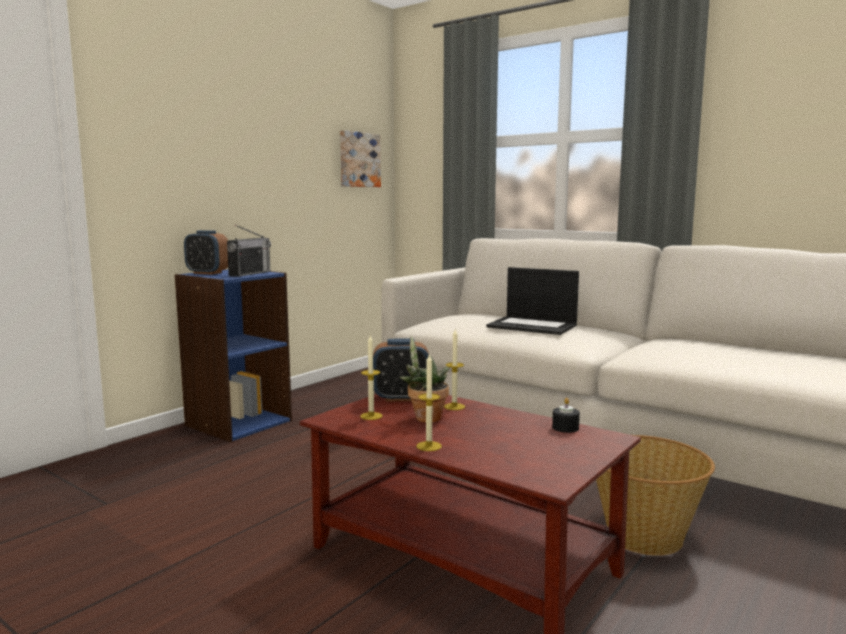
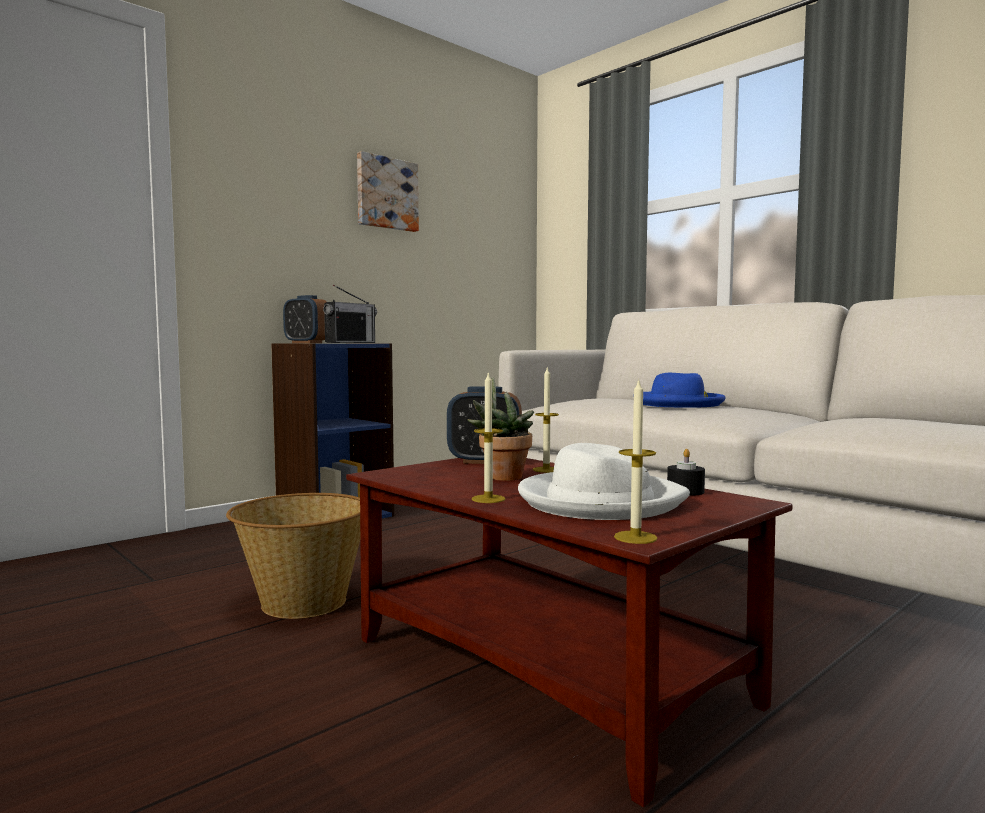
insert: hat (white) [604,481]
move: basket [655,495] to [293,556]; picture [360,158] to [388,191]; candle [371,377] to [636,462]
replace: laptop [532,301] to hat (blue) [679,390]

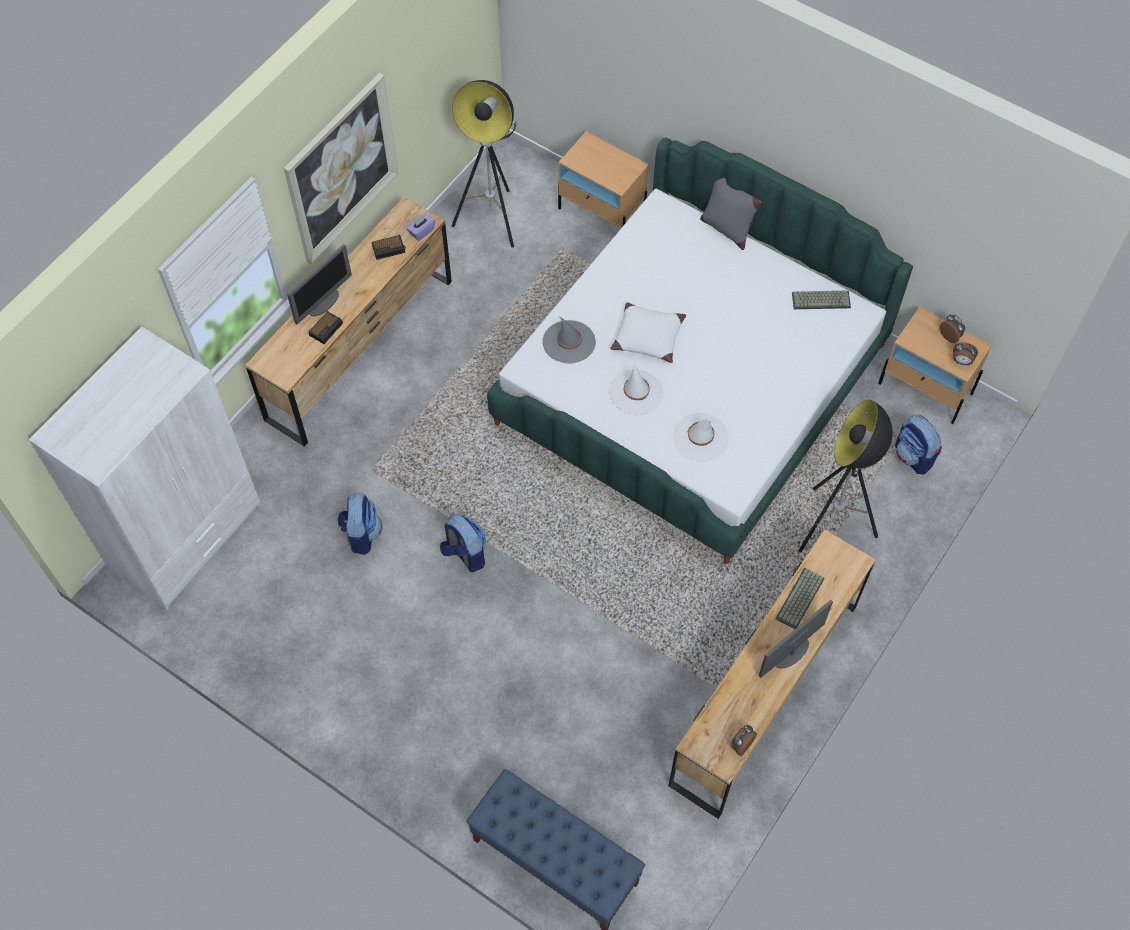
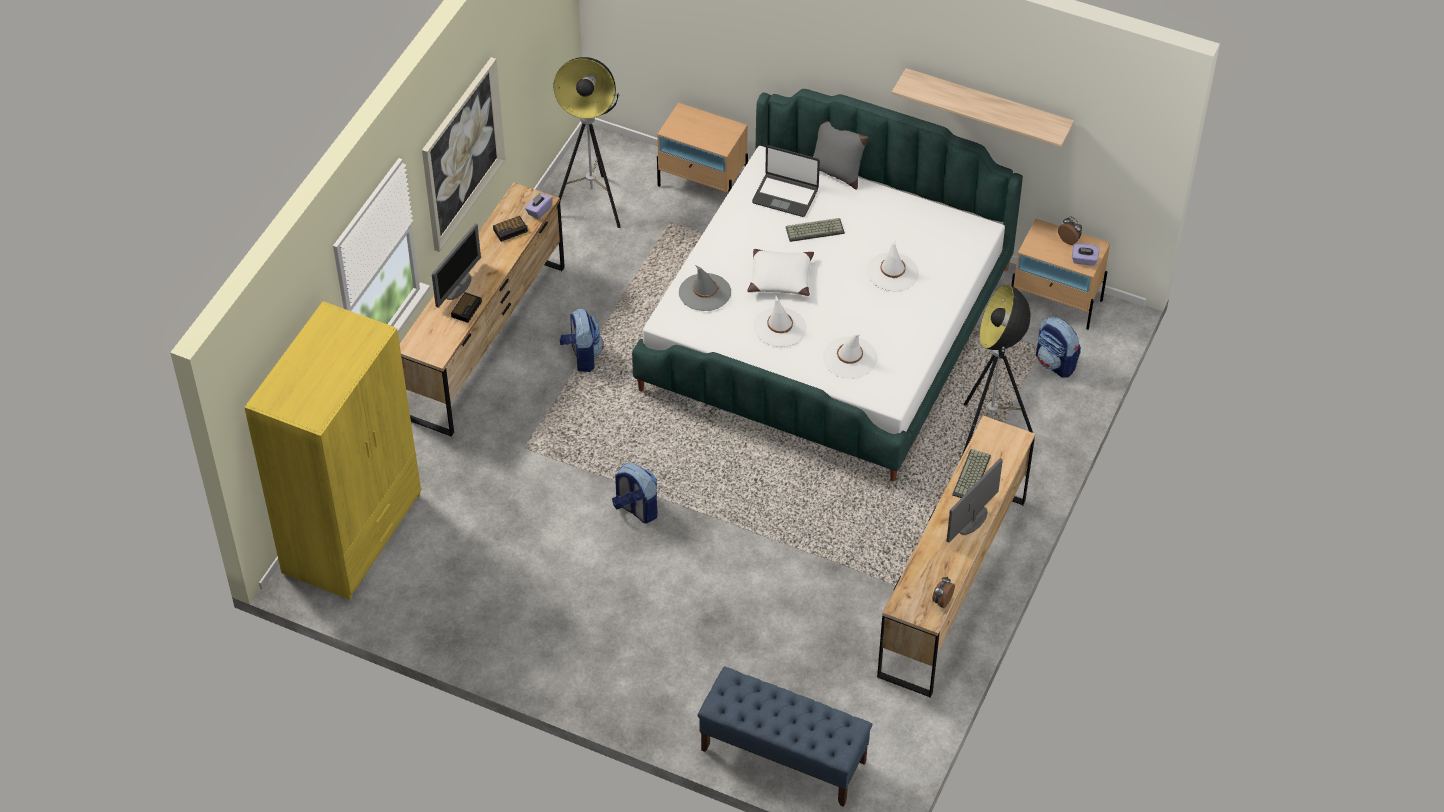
insert: laptop [786,181]; hat (white) [893,265]; shelf [983,107]
move: backpack [360,524] to [582,340]; keyboard [821,299] to [815,230]
replace: alarm clock [965,353] to tissue box (purple) [1086,254]
recolor: wardrobe (white) [144,468] to wardrobe (yellow) [332,450]

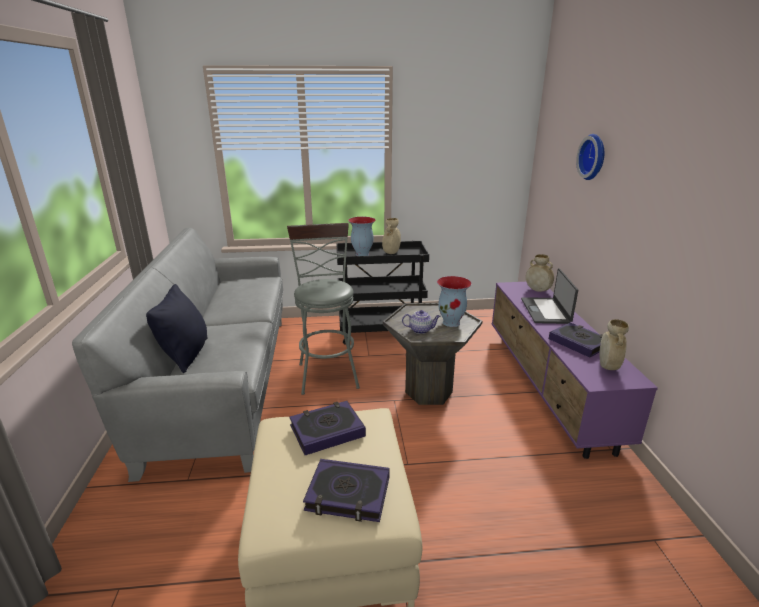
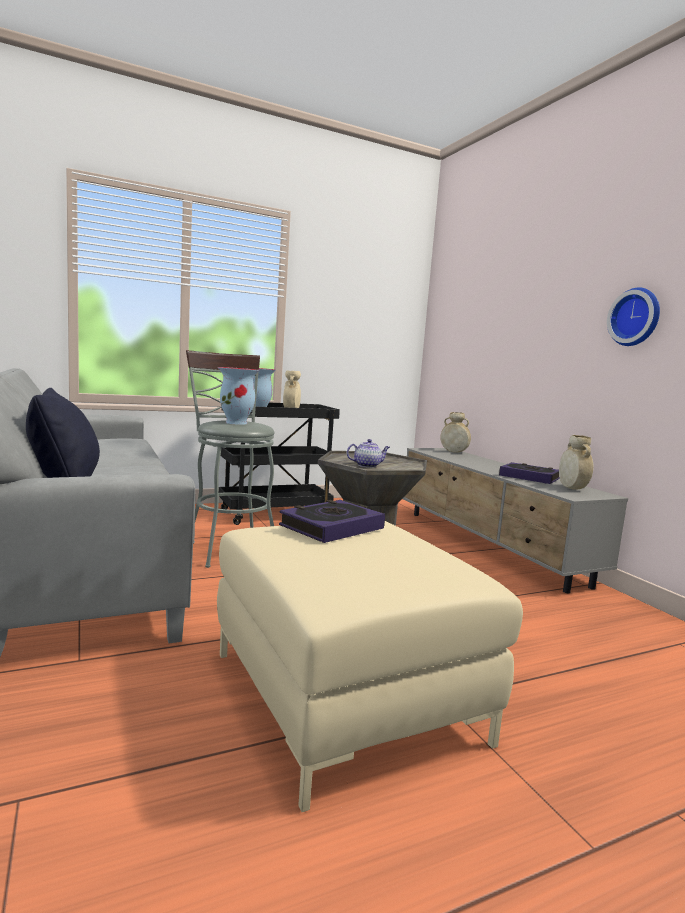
delete: book [346,490]; laptop [549,296]
move: vase [454,301] to [239,396]; wall clock [590,157] to [633,316]
recolor: tv stand (purple) [575,370] to tv stand (grey) [515,521]

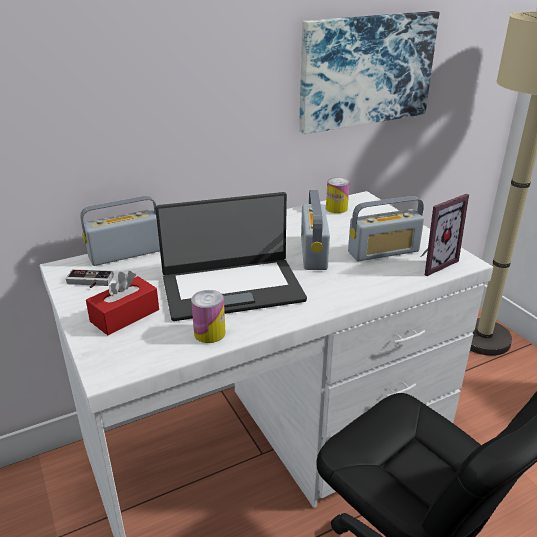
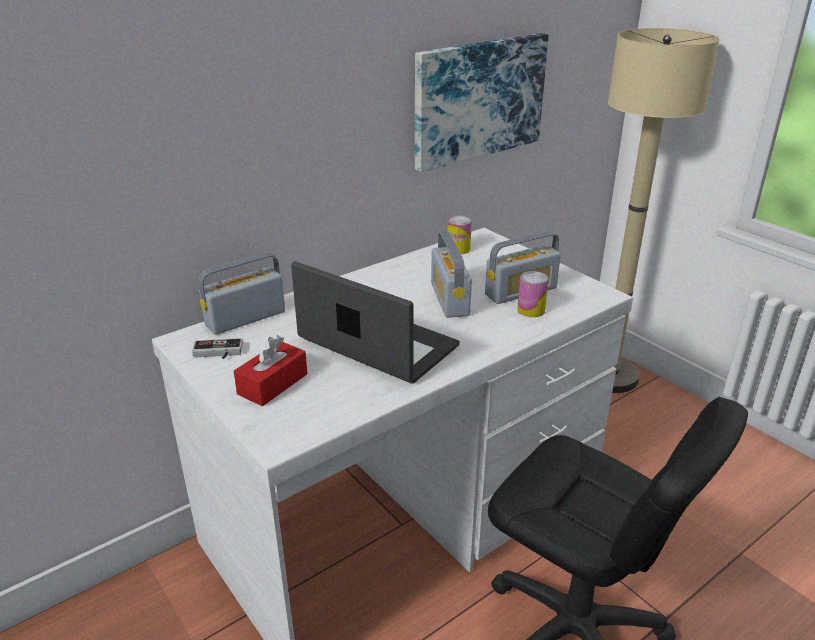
delete: picture frame [444,235]
move: can [208,316] to [533,294]
rotate: laptop [231,256] = [375,322] 120 degrees counterclockwise

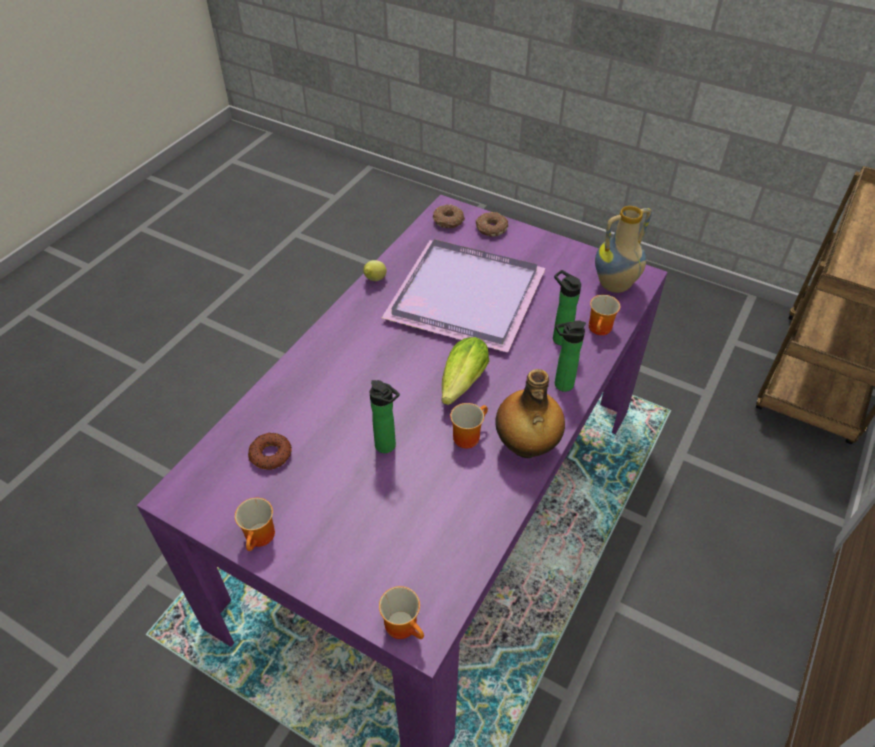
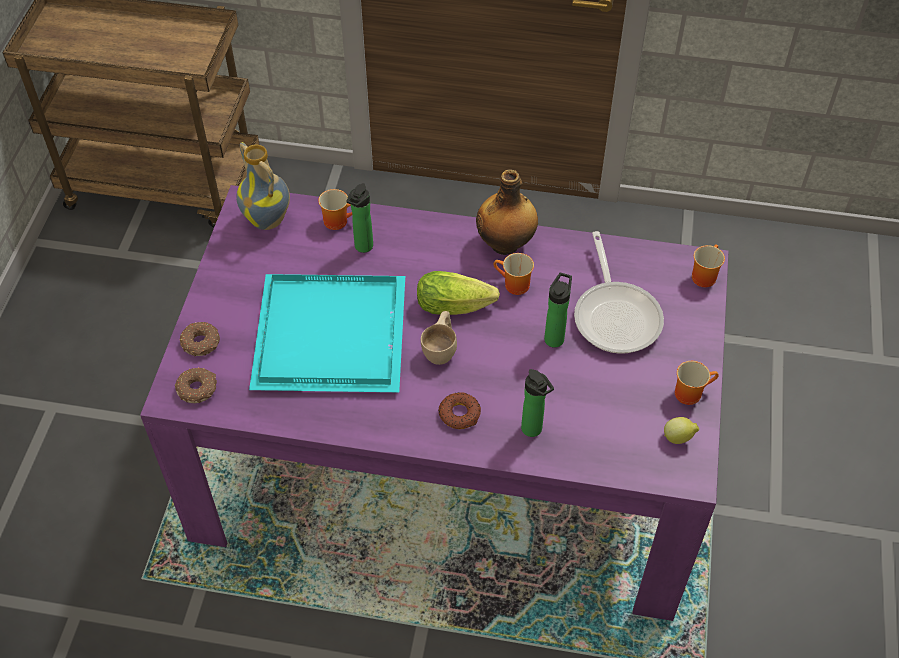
insert: cup (beige) [439,338]; frying pan [619,292]
move: donut [270,451] to [459,410]; bottle [570,356] to [537,403]; lemon [375,270] to [681,430]
recolor: tray (purple) [464,296] to tray (turquoise) [327,333]

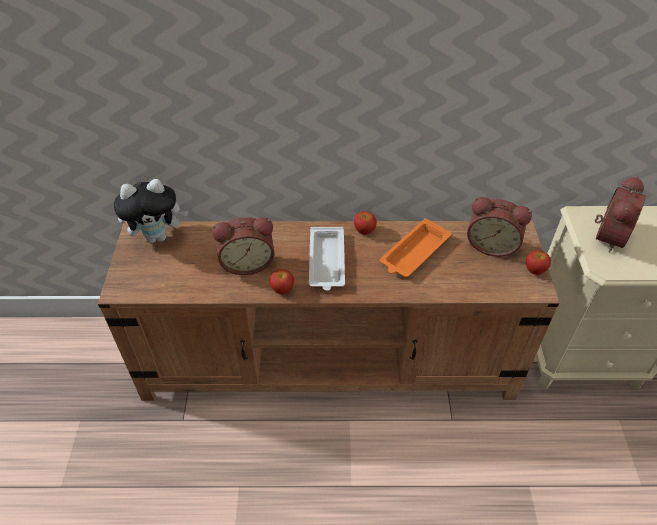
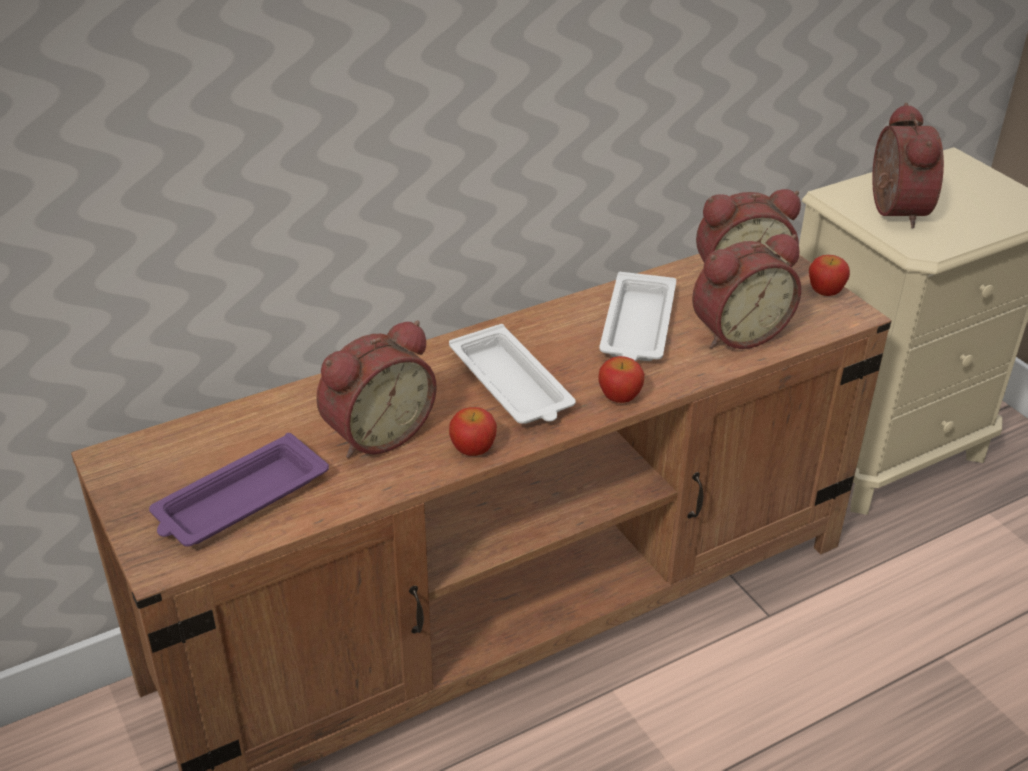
delete: plush toy [151,211]
insert: tray (purple) [239,490]; alarm clock [746,291]
move: apple [365,223] to [621,379]
recolor: tray (orange) [415,247] to tray (white) [637,316]

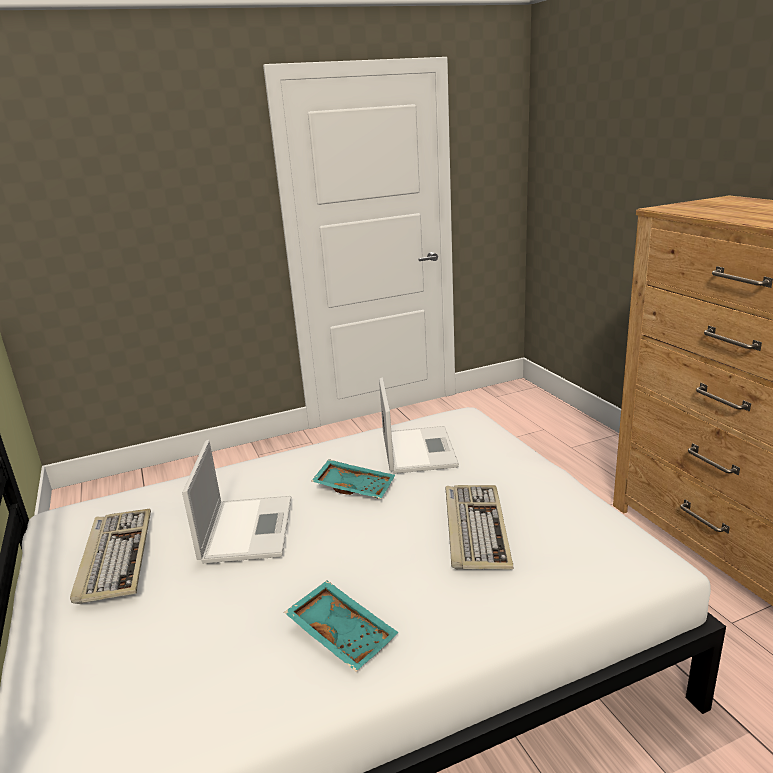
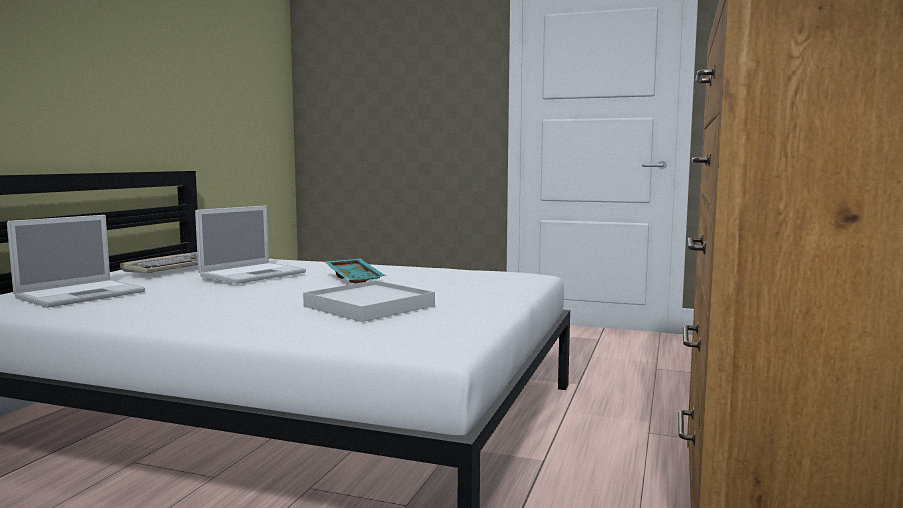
delete: tray (turquoise) [341,626]
move: laptop [419,426] to [76,261]
replace: keyboard [479,527] to tray (white) [369,301]

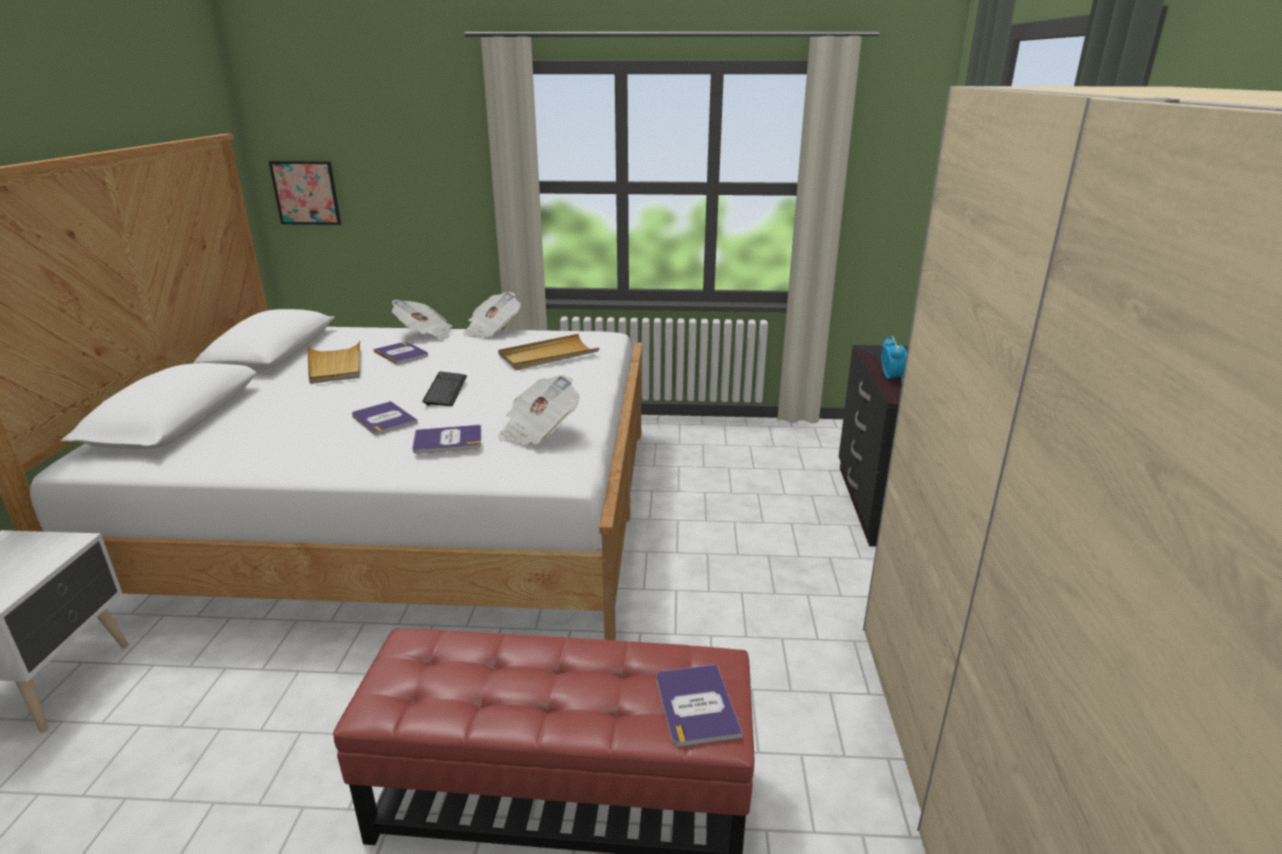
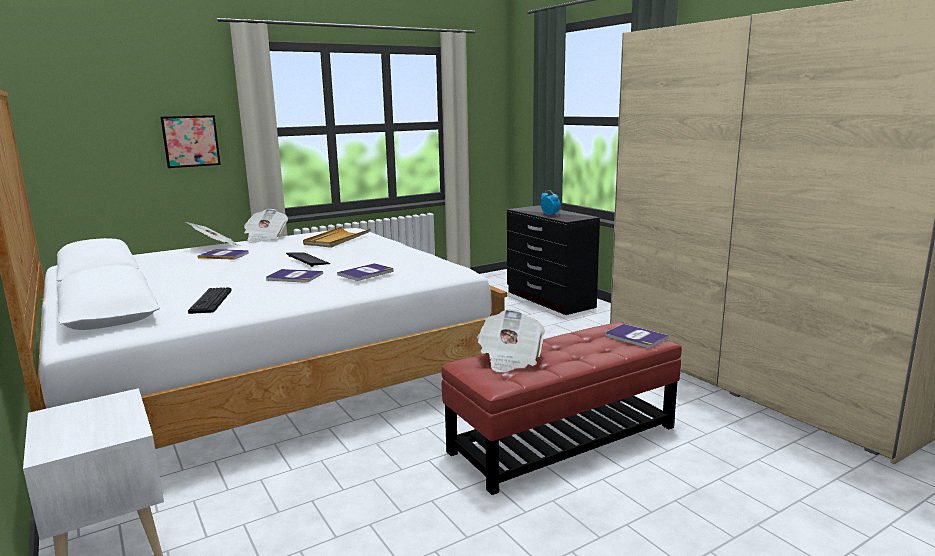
delete: tray (beige) [333,362]
insert: keyboard [210,300]
move: picture [305,193] to [191,141]; newspaper [539,410] to [511,340]

